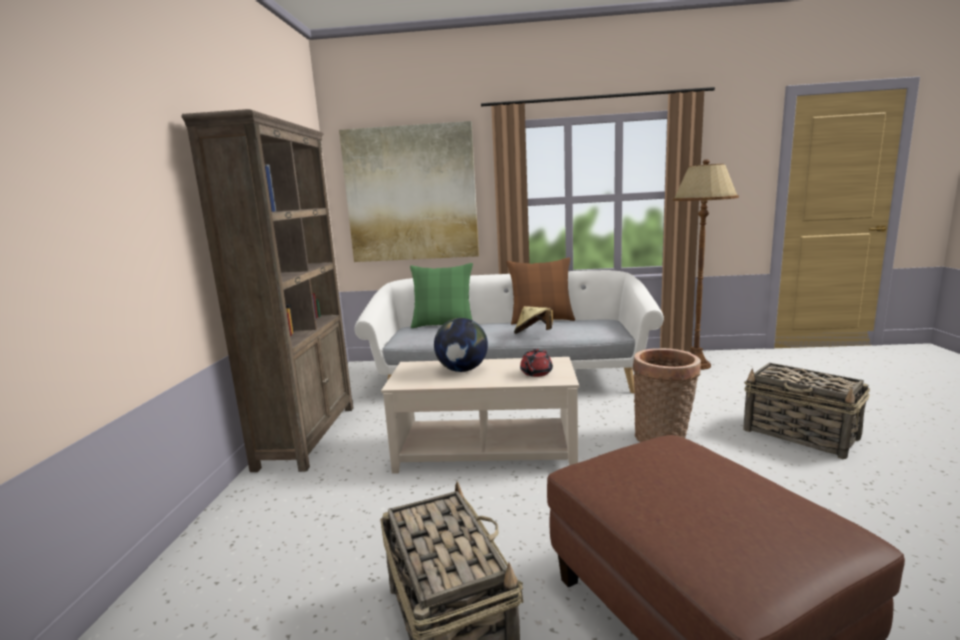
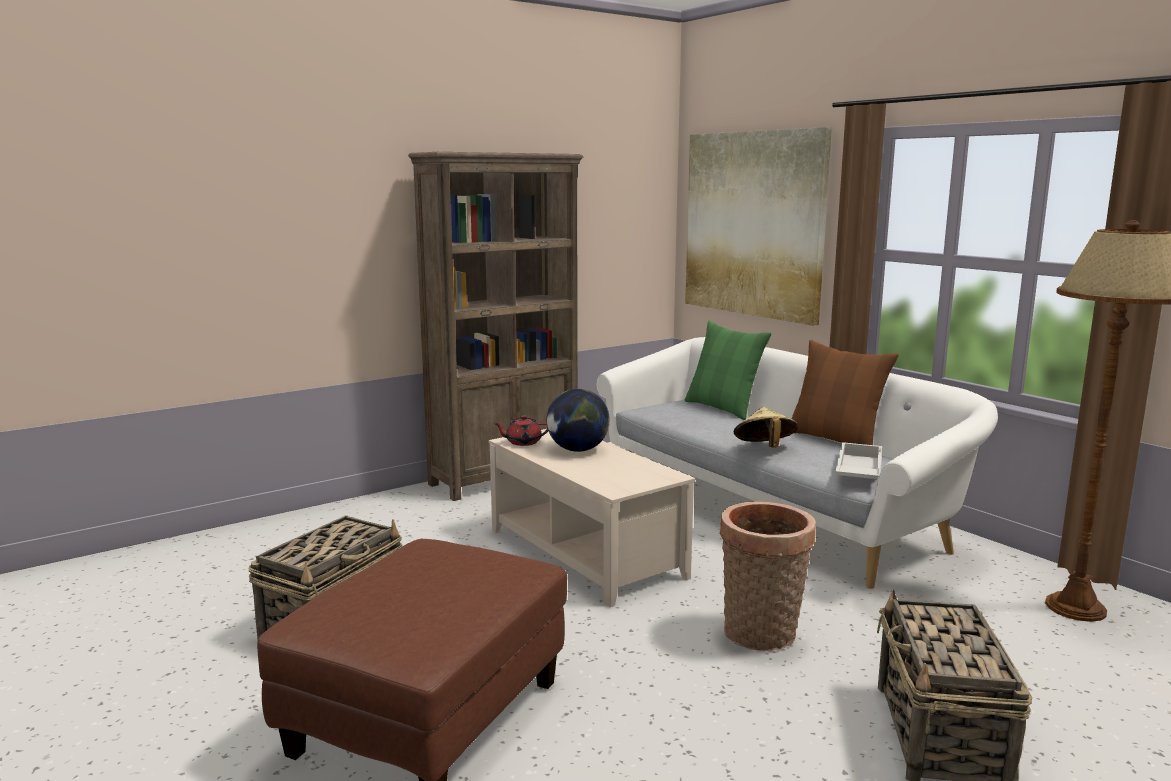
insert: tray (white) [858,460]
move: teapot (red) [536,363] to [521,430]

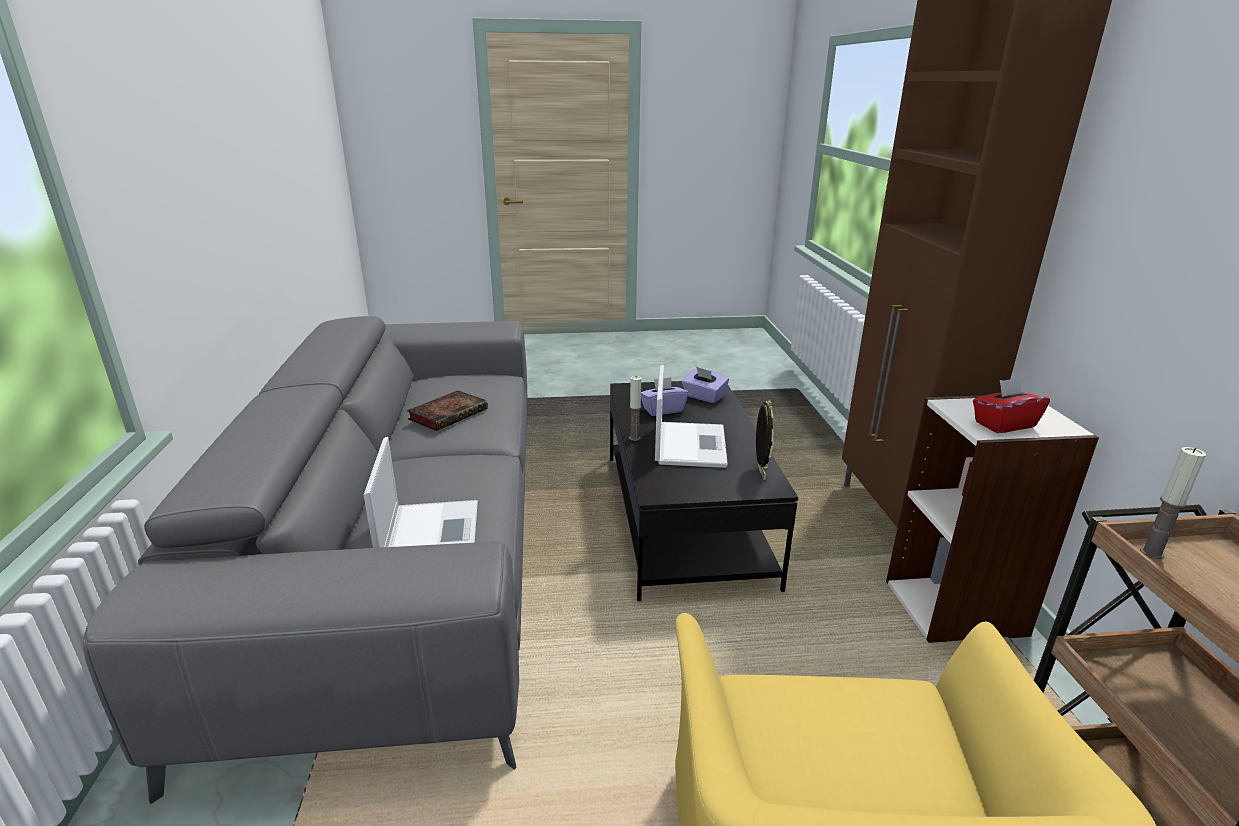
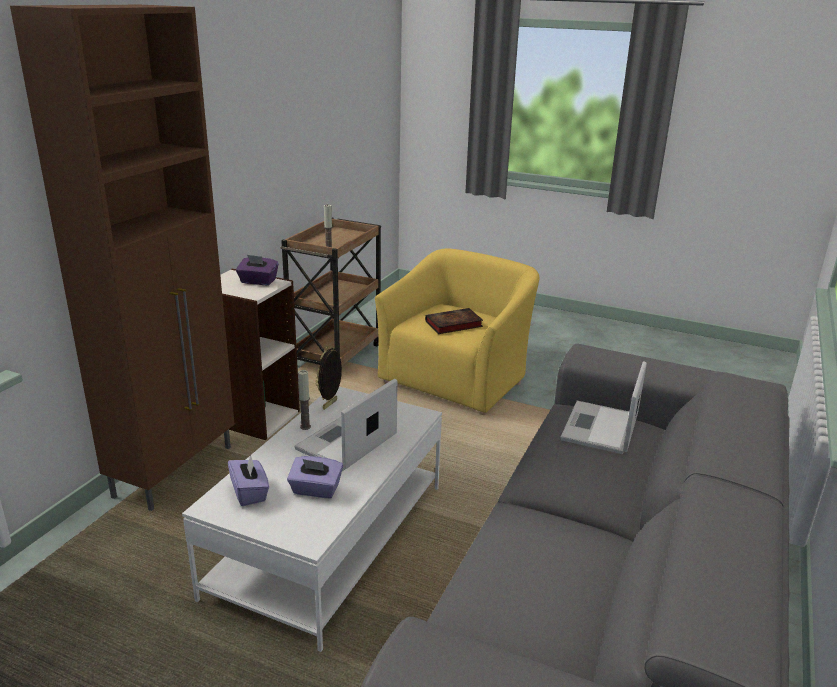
move: candle [635,408] to [304,400]; book [447,411] to [454,321]
recolor: coffee table (black) [704,491] to coffee table (white) [312,519]; tissue box (red) [1011,405] to tissue box (purple) [257,270]

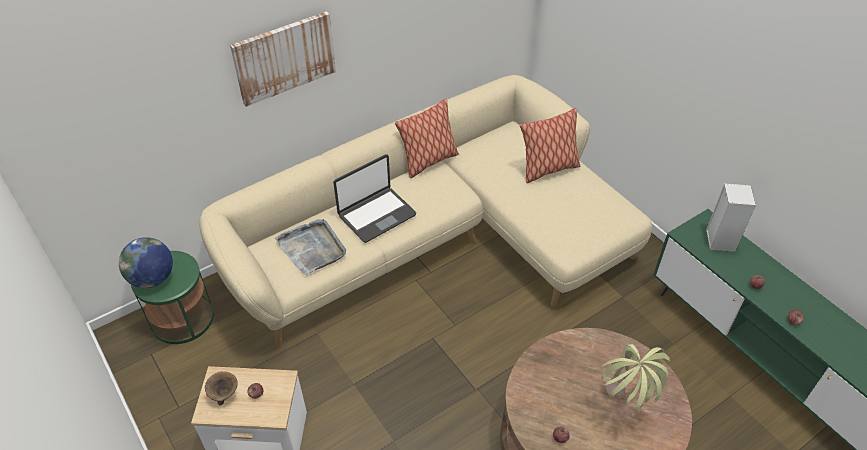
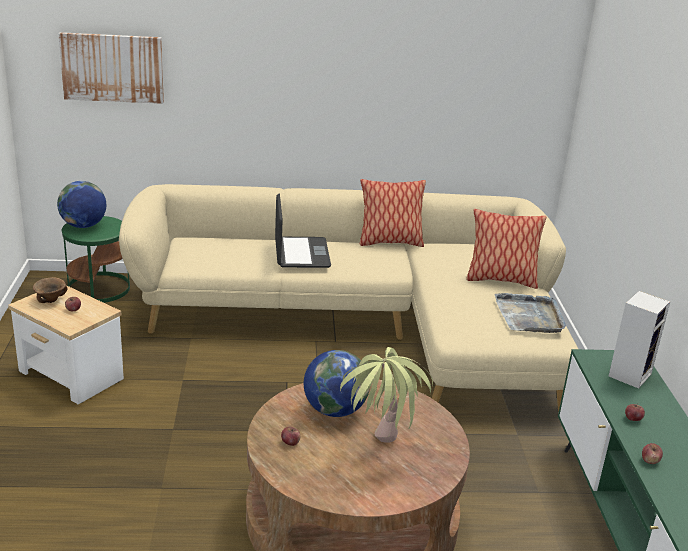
insert: globe [337,383]
move: picture [283,59] to [111,68]; tray (grey) [310,247] to [530,313]
rotate: laptop [374,198] = [303,231] 90 degrees counterclockwise

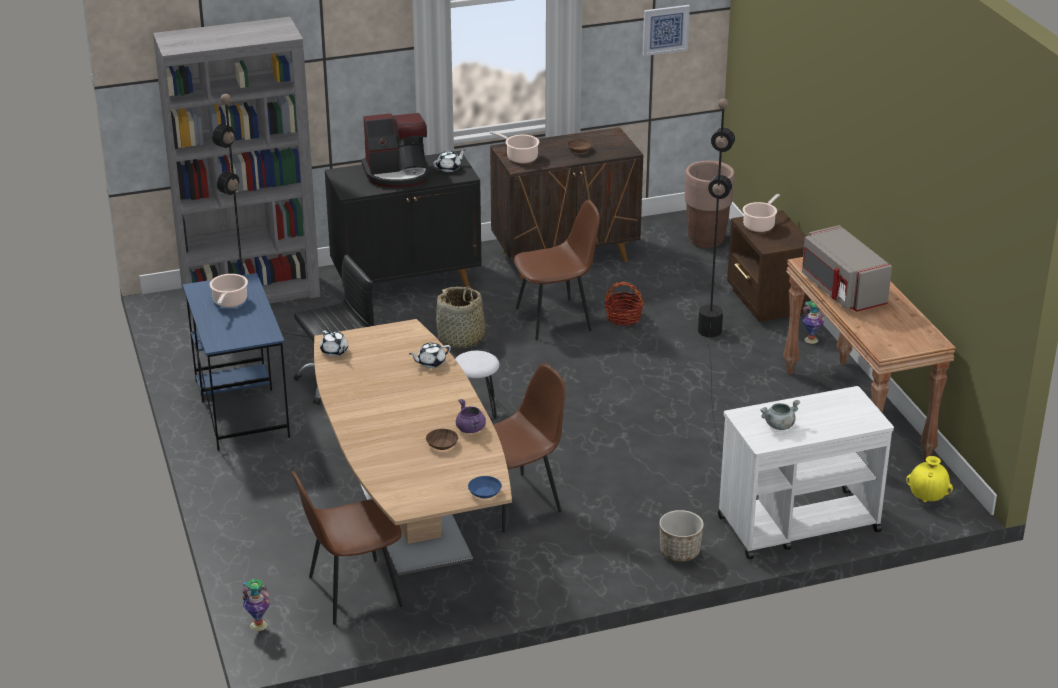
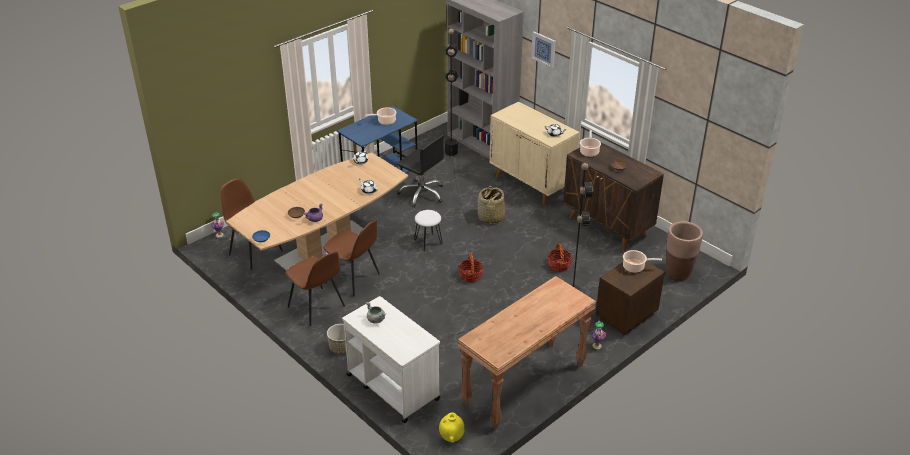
delete: coffee machine [396,150]; microwave (grey) [847,268]
insert: basket [471,268]
move: chair (brown) [557,270] to [315,289]; picture [666,30] to [543,50]
recolor: cabinet (black) [403,219] to cabinet (beige) [534,153]

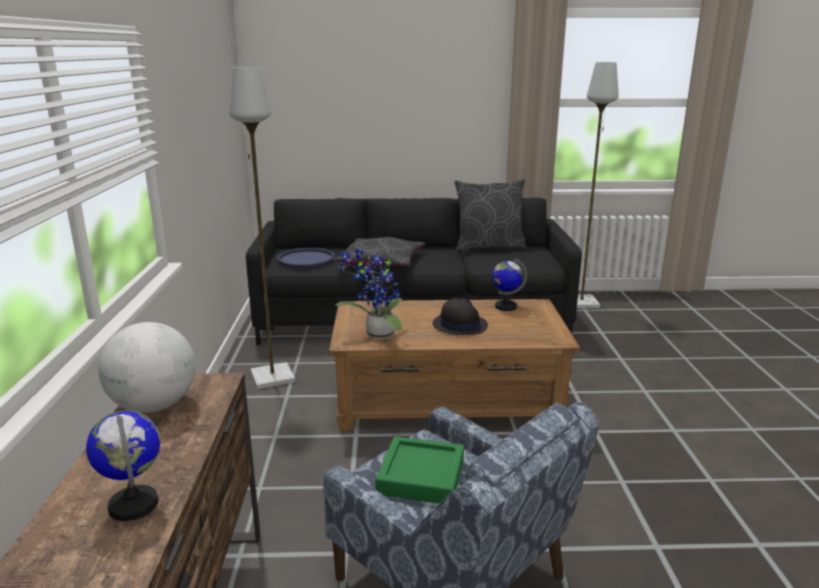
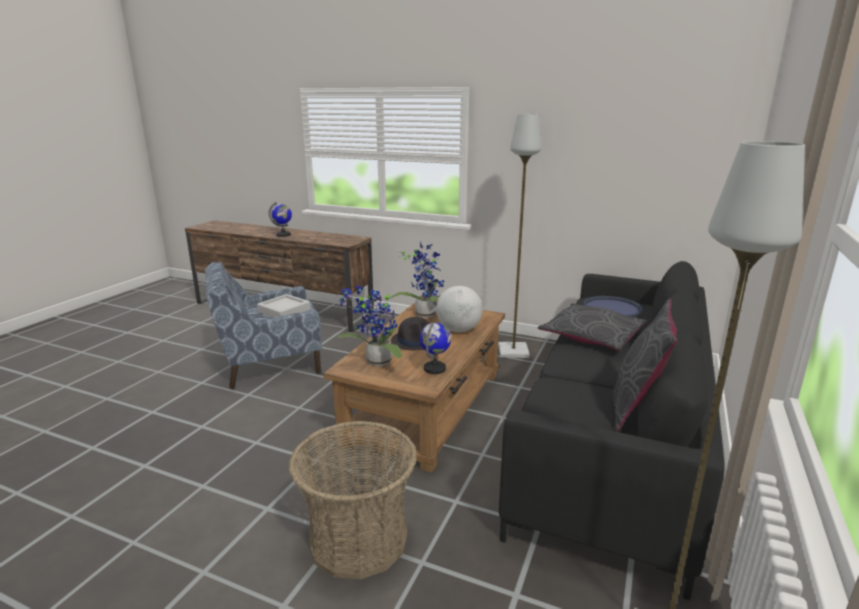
insert: basket [353,500]; potted plant [370,325]
move: globe [147,367] to [459,309]
recolor: tray (green) [420,469] to tray (grey) [284,306]

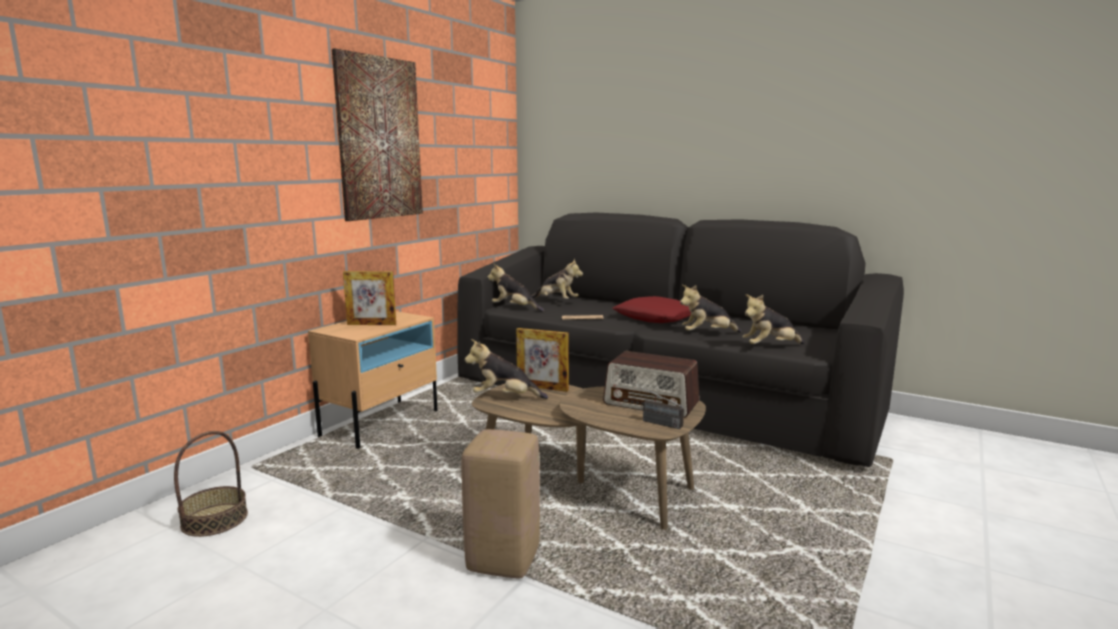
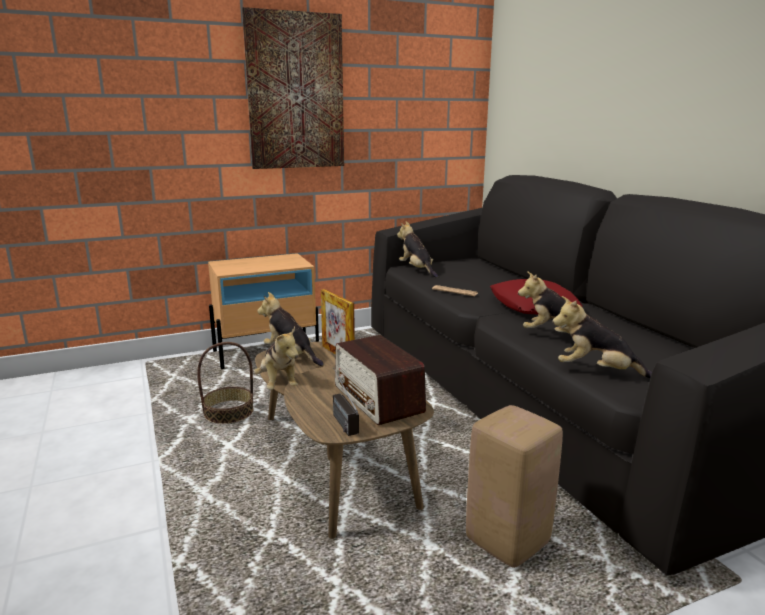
delete: picture frame [369,298]
move: basket [211,484] to [225,383]; plush toy [557,278] to [276,358]; stool (beige) [500,503] to [514,486]

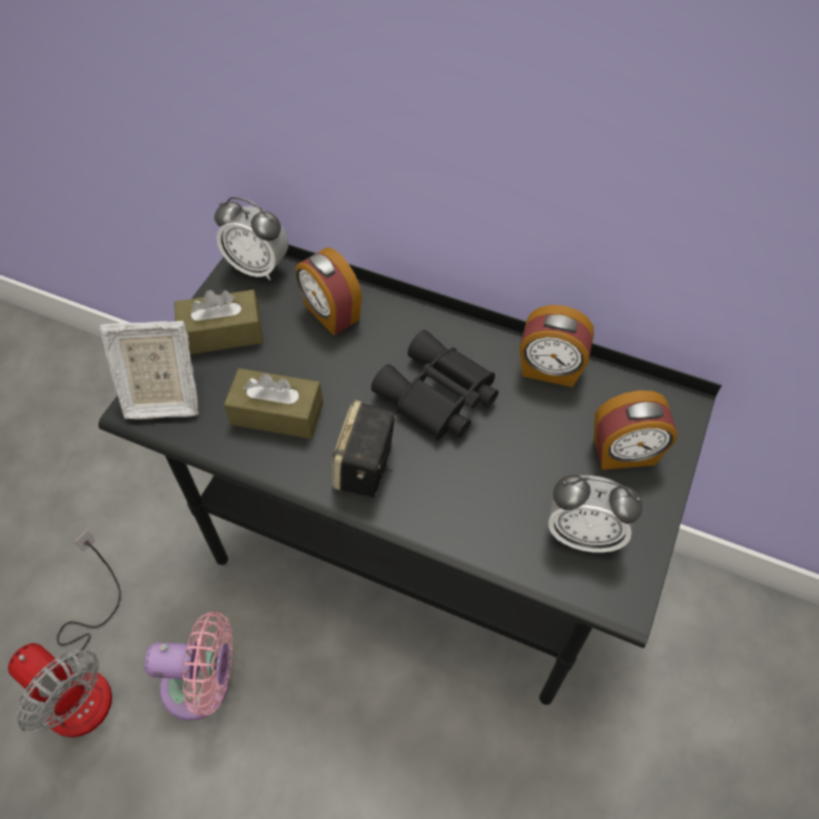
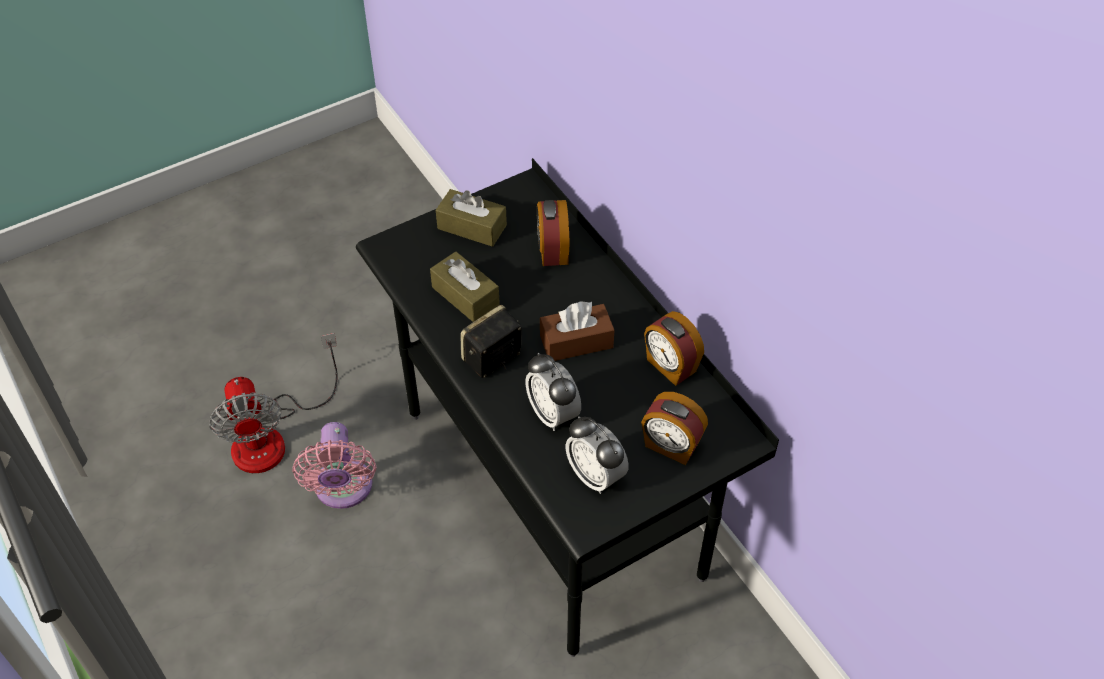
delete: picture frame [149,370]
move: alarm clock [251,238] to [553,392]
replace: binoculars (black) [435,385] to tissue box (brown) [577,331]
rotate: fan (pink) [189,666] = [334,465] 45 degrees clockwise

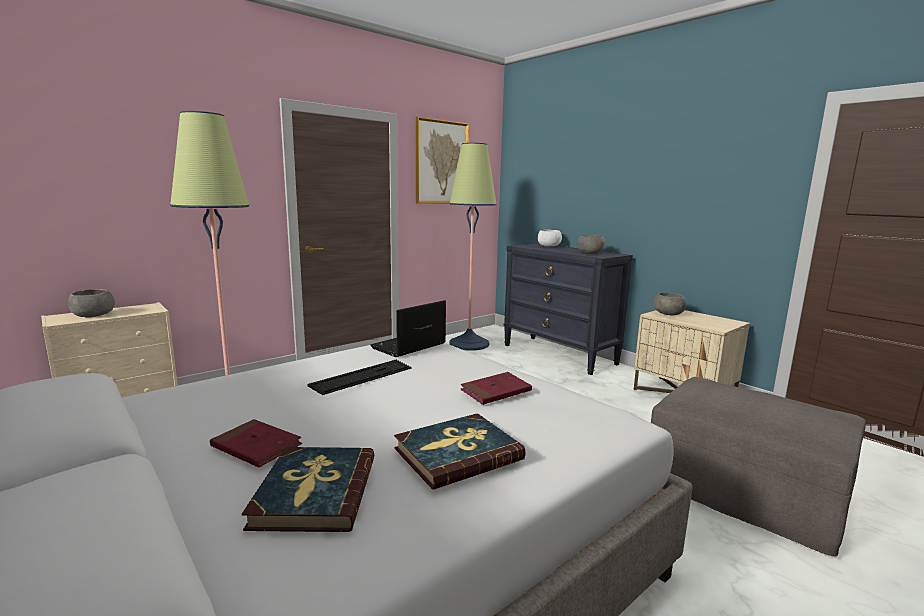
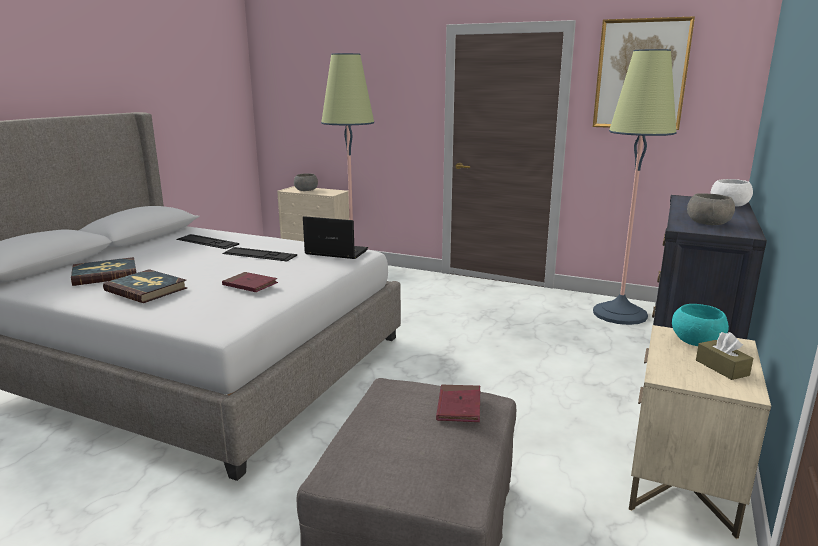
insert: keyboard [207,241]; tissue box (brown) [724,356]
move: book (red) [256,443] to [458,403]
recolor: bowl (grey) [670,303] to bowl (turquoise) [700,325]

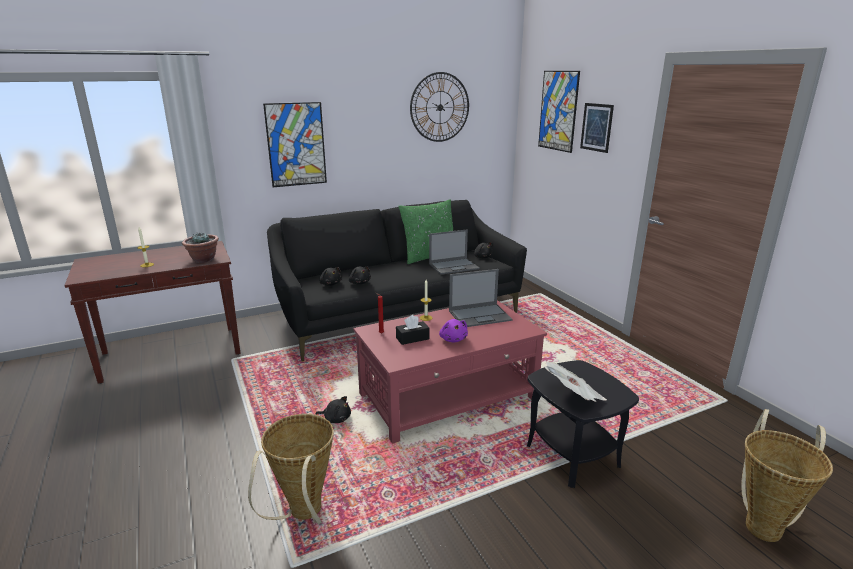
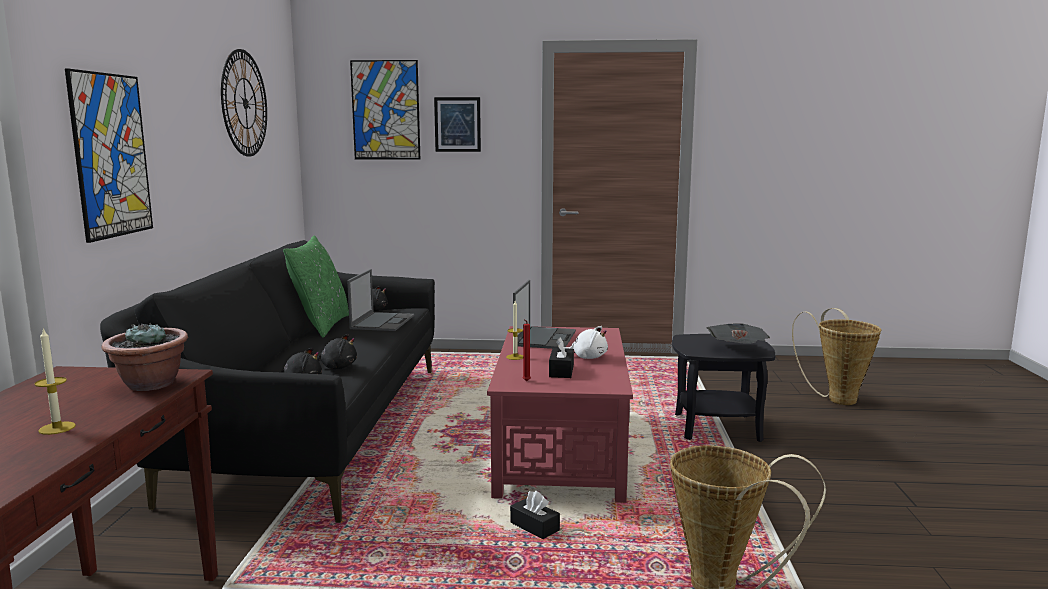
replace: plush toy (black) [333,409] to tissue box (black) [535,515]
recolor: plush toy (purple) [453,330] to plush toy (white) [586,342]

